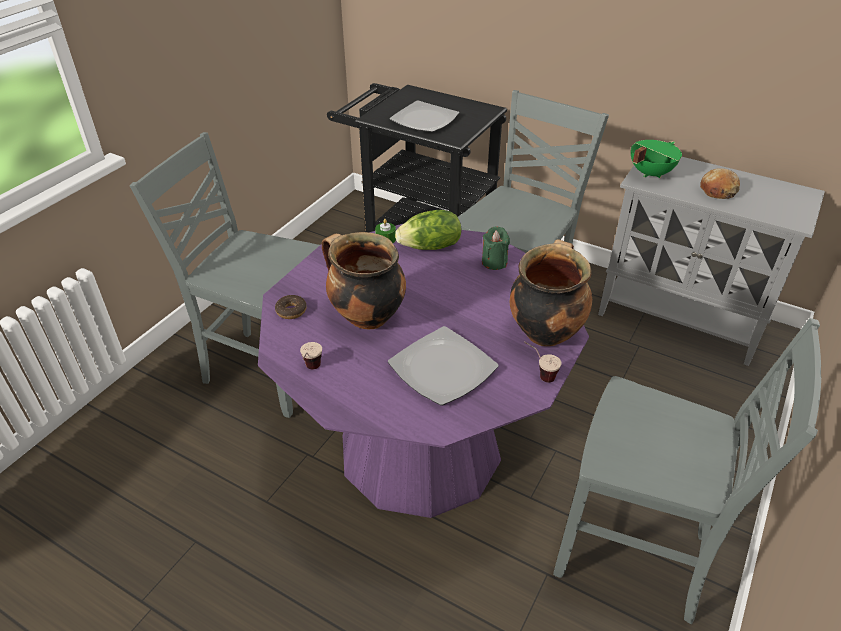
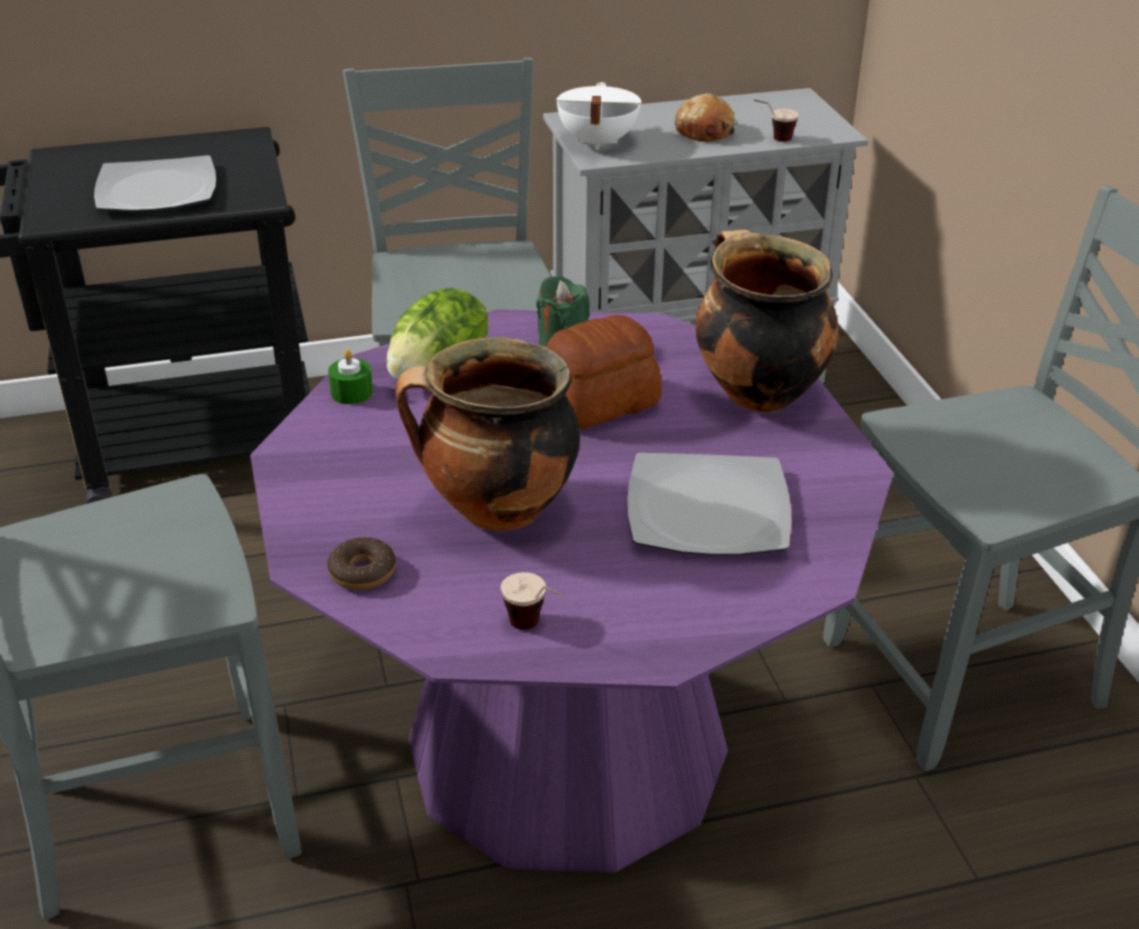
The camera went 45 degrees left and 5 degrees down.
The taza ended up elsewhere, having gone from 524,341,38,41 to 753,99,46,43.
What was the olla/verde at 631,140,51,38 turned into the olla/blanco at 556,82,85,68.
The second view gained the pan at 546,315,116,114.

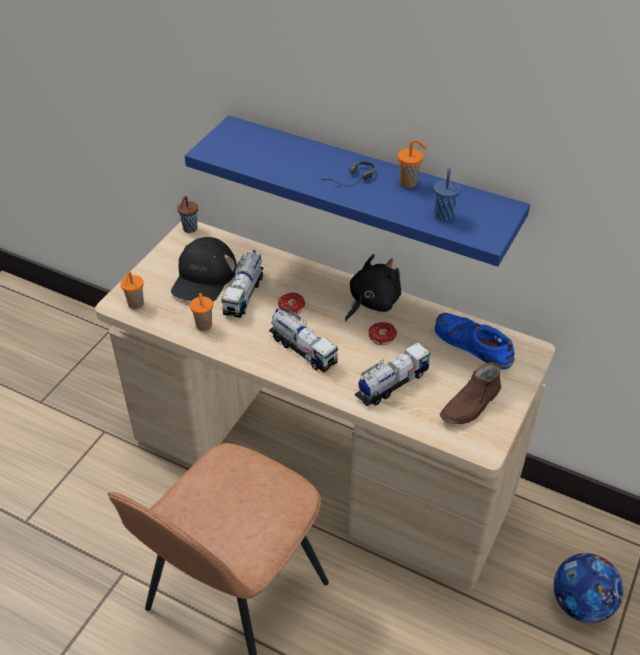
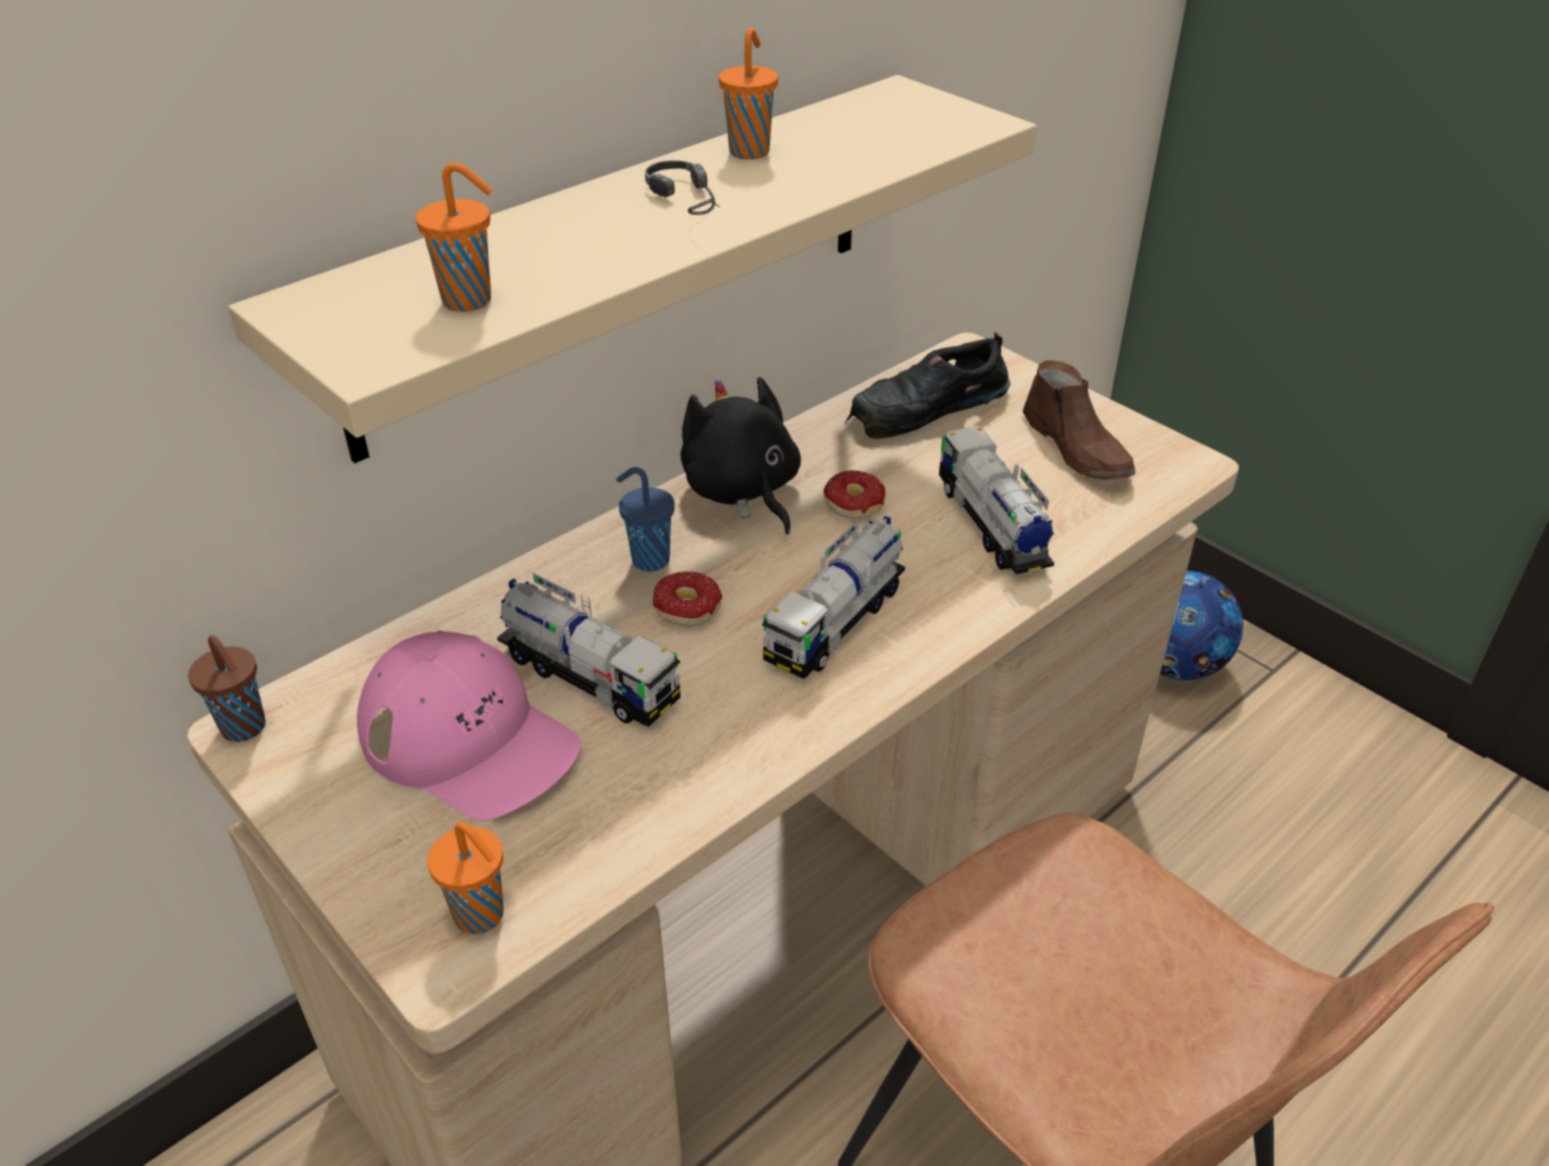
The camera went 70 degrees left and 5 degrees down.
What was the gorra/negro at 171,237,66,64 turned into the gorra/rosa at 357,631,224,189.
What was the estante/azul at 185,115,345,152 turned into the estante/beis at 228,75,809,388.
The taza/naranja ended up elsewhere, having gone from 190,293,23,38 to 416,162,77,150.
The camión de juguete at 269,307,70,65 ended up facing another way, 150 degrees clockwise from before.
The taza/azul ended up elsewhere, having gone from 434,169,26,52 to 617,467,58,105.
What was the zapato/azul at 435,313,80,57 turned into the zapato/negro at 845,332,165,107.

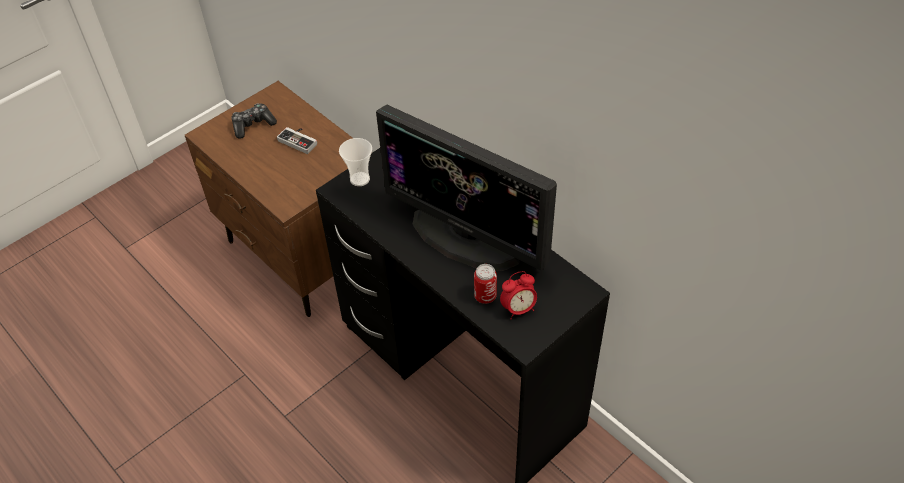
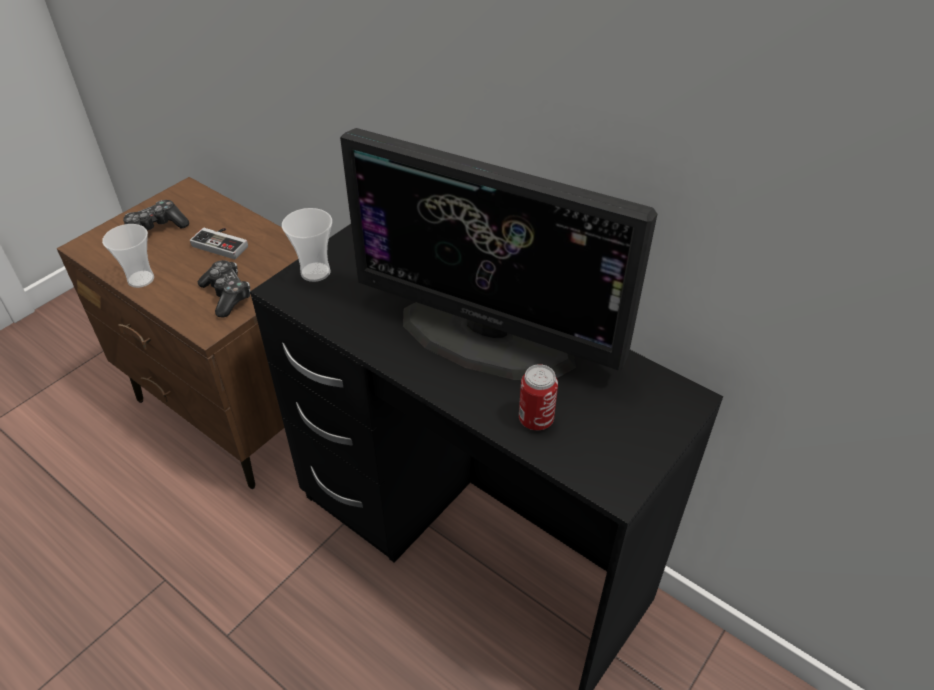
The camera went 10 degrees left and 5 degrees down.
The second view lost the despertador at 500,271,37,48.
The second view gained the taza at 102,224,52,64.
The second view gained the mando de consola at 198,260,52,58.

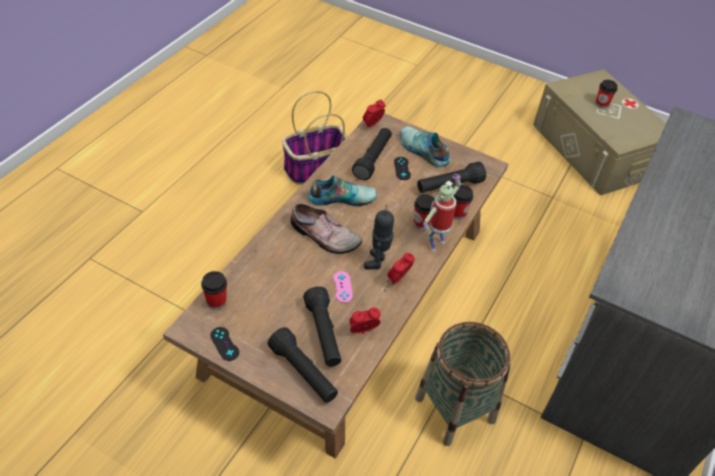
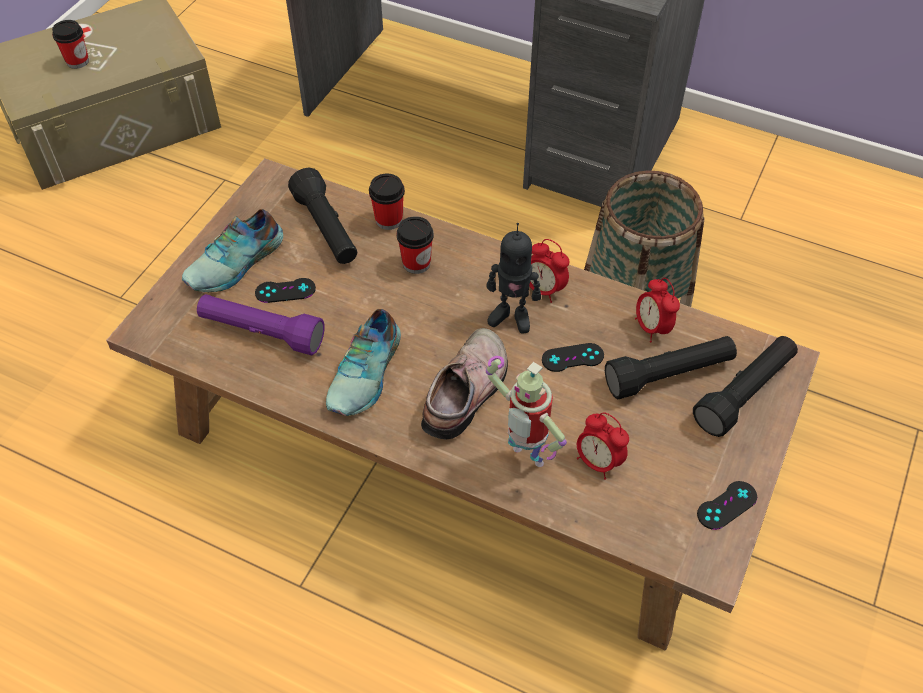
The camera went 90 degrees left and 5 degrees up.
The second view lost the taza at 201,271,26,38.
The second view lost the cesta at 282,91,66,93.
The zapato at 308,176,69,30 ended up facing another way, 150 degrees counterclockwise from before.
What was the mando de consola/rosa at 333,271,20,32 turned into the mando de consola/negro at 542,343,62,29.
What was the linterna/negro at 352,128,40,52 turned into the linterna/morado at 197,294,128,61.
The despertador ended up elsewhere, having gone from 363,100,23,27 to 577,412,52,68.
The robot de juguete ended up elsewhere, having gone from 421,174,40,78 to 486,356,81,111.

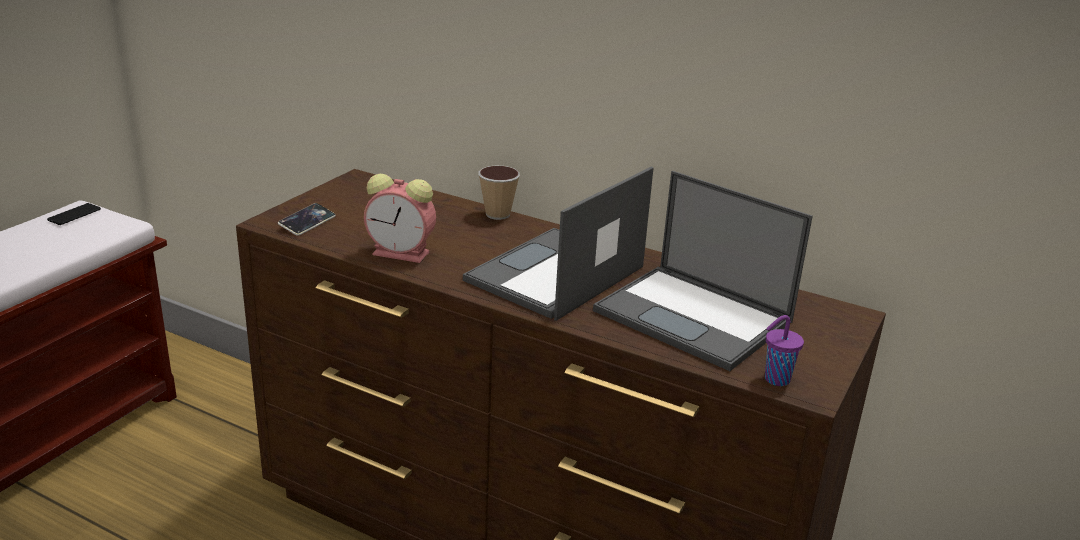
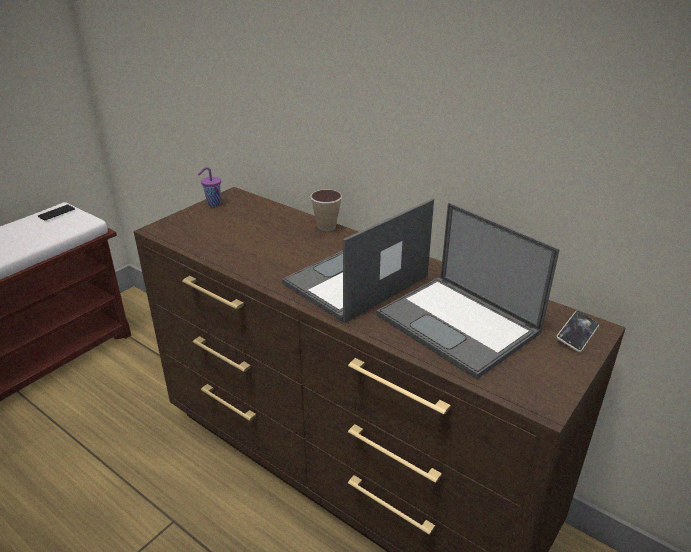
The camera went 10 degrees right and 5 degrees up.
The móvil ended up elsewhere, having gone from 278,203,58,33 to 556,311,43,41.
The second view lost the despertador at 364,174,72,89.
The taza/morado ended up elsewhere, having gone from 765,315,39,71 to 198,167,23,40.

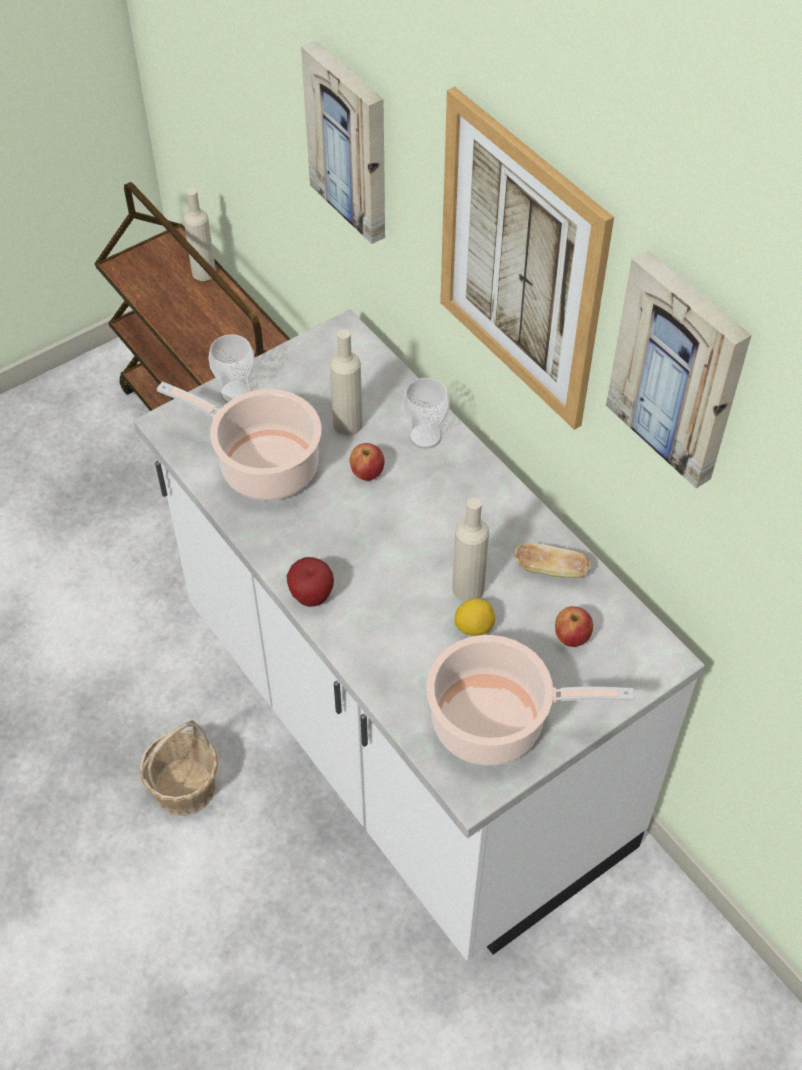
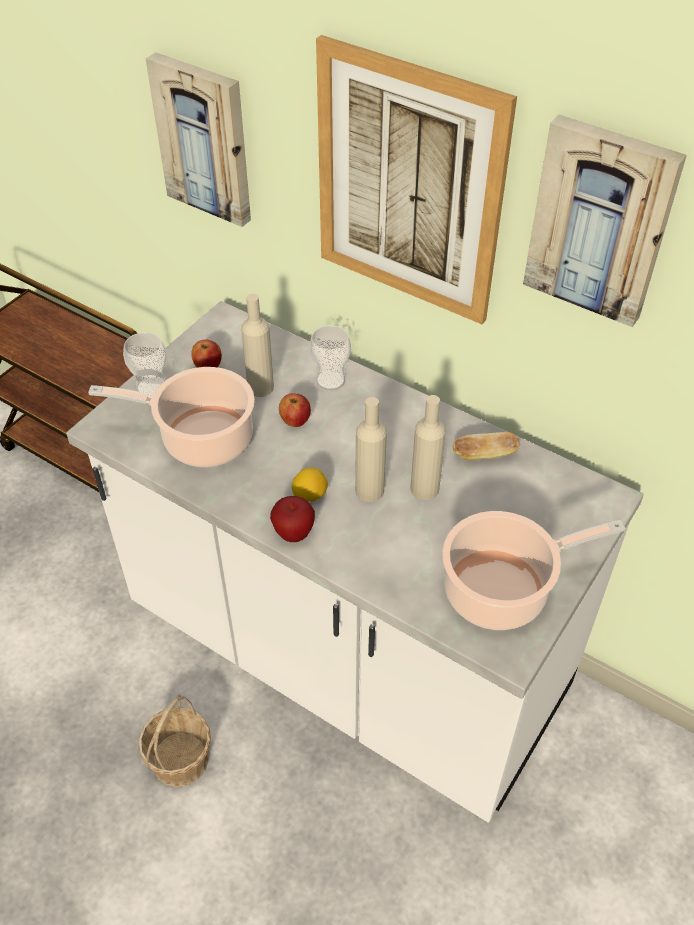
The camera went 20 degrees left and 5 degrees down.
The botella/beis ended up elsewhere, having gone from 183,188,33,93 to 355,397,32,105.
The limón ended up elsewhere, having gone from 454,598,41,38 to 292,467,36,35.
The manzana ended up elsewhere, having gone from 555,606,38,41 to 191,340,31,28.

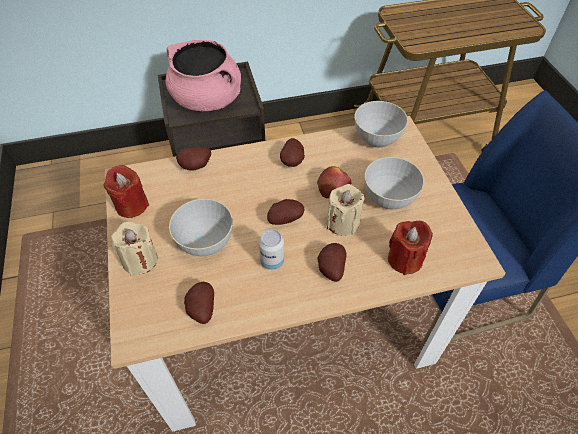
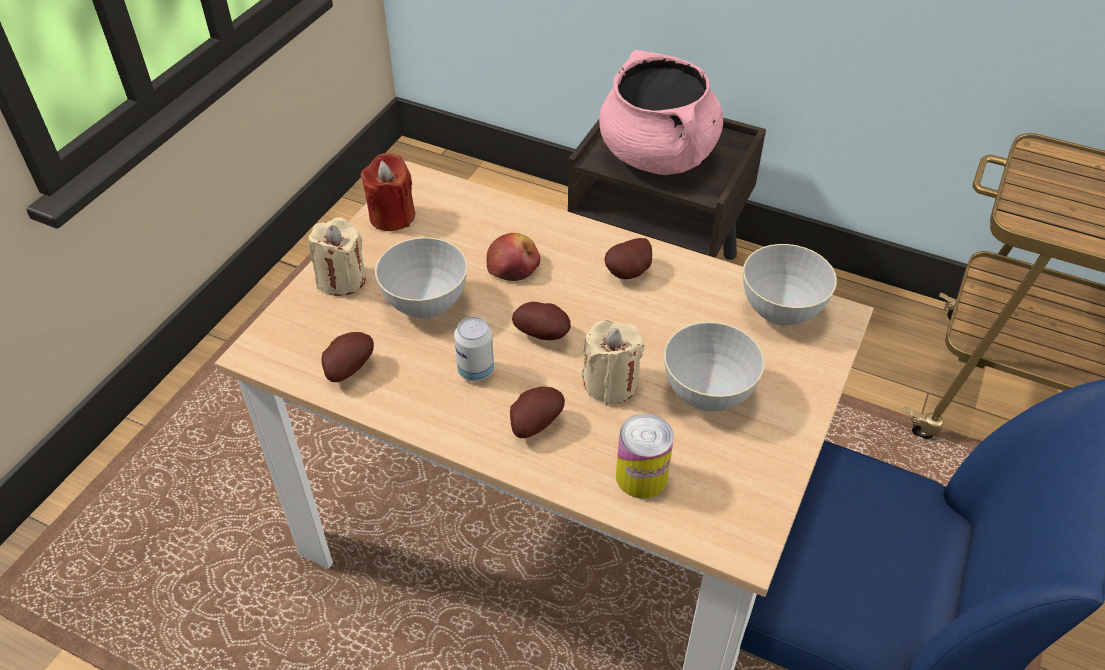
The camera went 40 degrees right and 5 degrees down.
The second view lost the patata at 176,147,35,24.
The manzana ended up elsewhere, having gone from 317,166,34,32 to 486,233,54,48.
Where the vela/rojo stood at 388,221,45,54, the lata came to stand at 616,413,58,86.

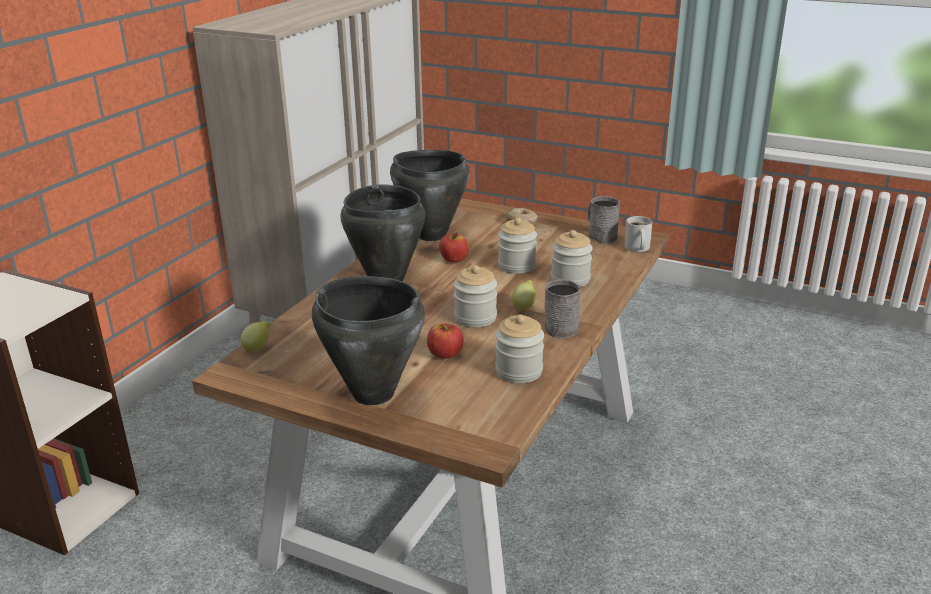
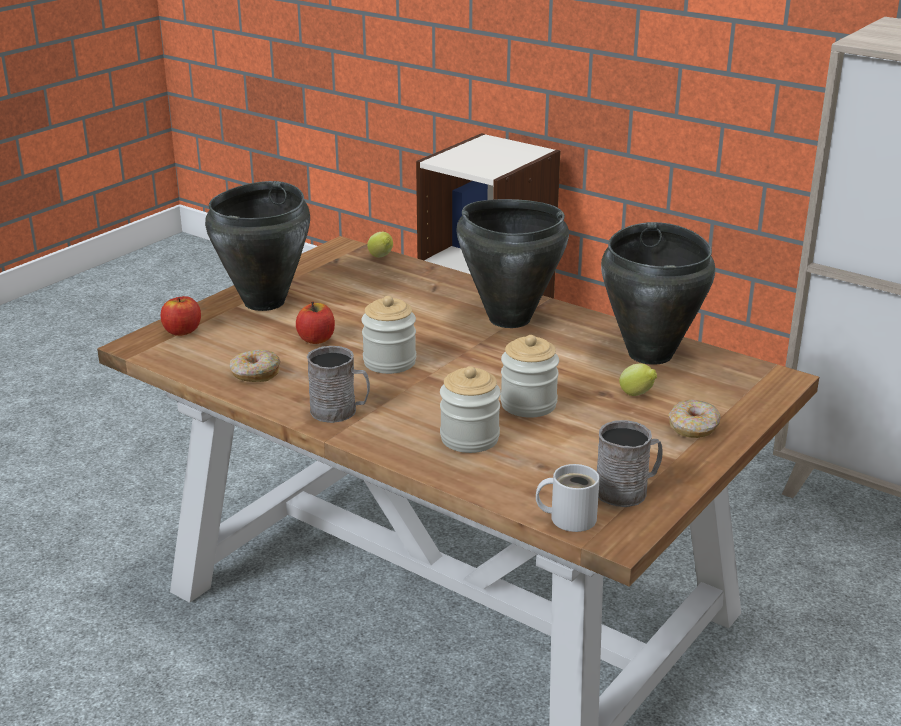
The camera went 100 degrees right and 0 degrees up.
The manzana ended up elsewhere, having gone from 439,232,30,30 to 161,296,40,40.
Where the tarro stood at 495,314,49,69, the rosquilla came to stand at 230,350,51,32.
The limón ended up elsewhere, having gone from 512,280,24,31 to 619,363,38,33.

